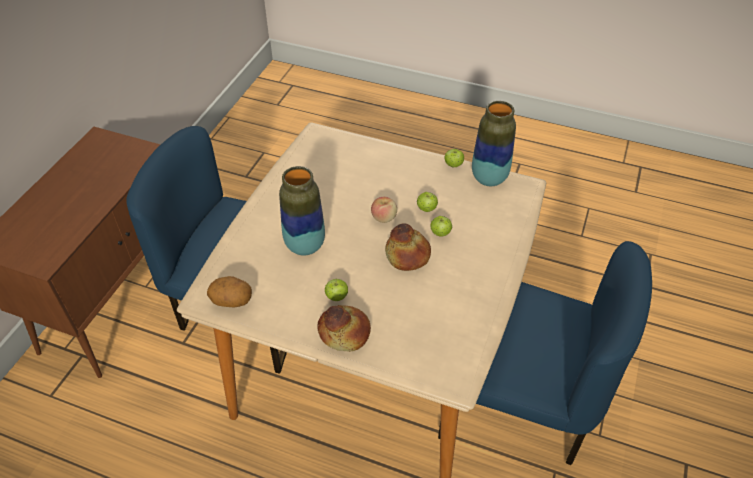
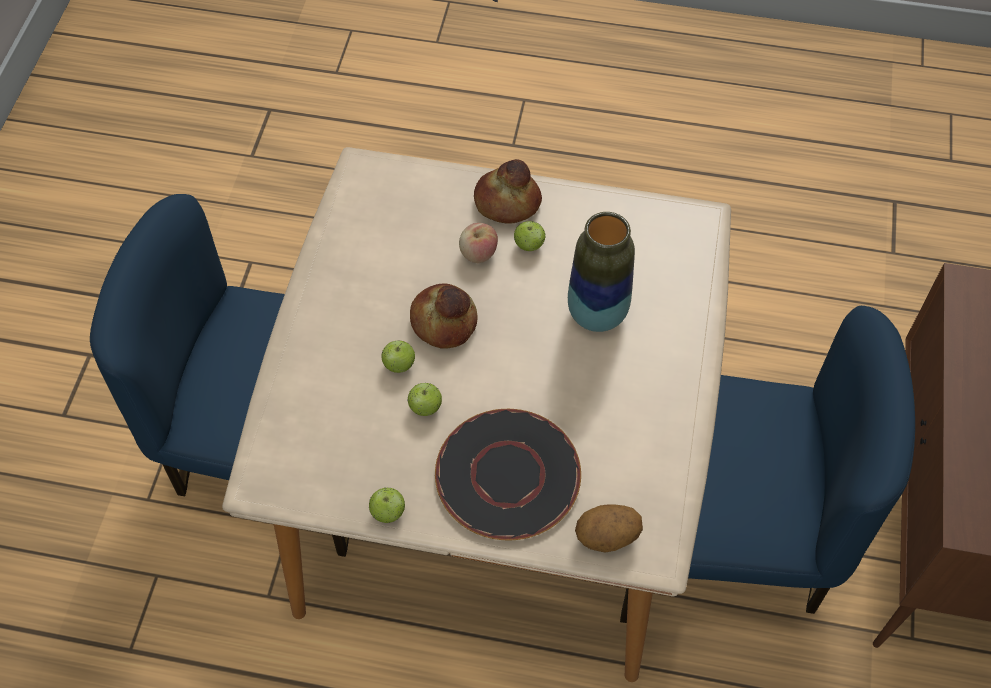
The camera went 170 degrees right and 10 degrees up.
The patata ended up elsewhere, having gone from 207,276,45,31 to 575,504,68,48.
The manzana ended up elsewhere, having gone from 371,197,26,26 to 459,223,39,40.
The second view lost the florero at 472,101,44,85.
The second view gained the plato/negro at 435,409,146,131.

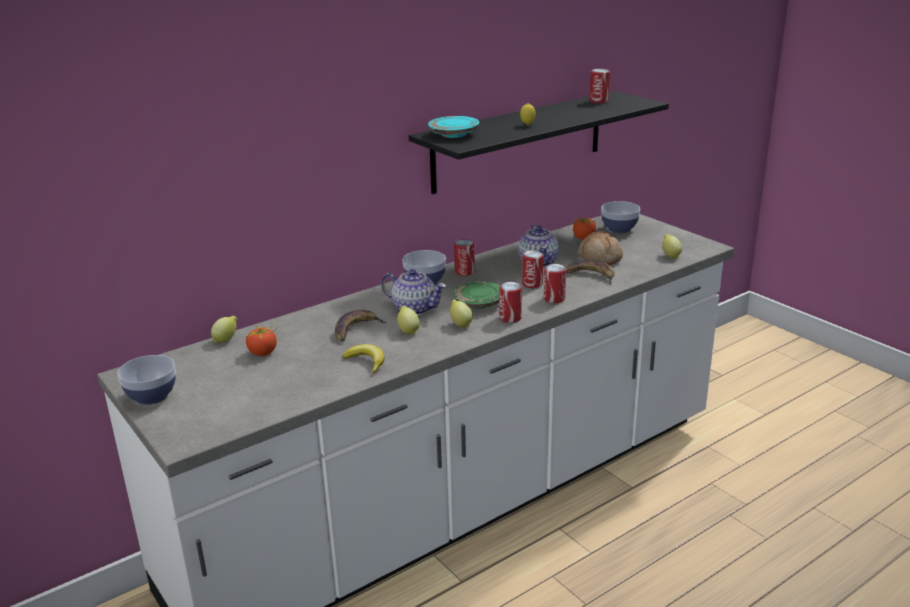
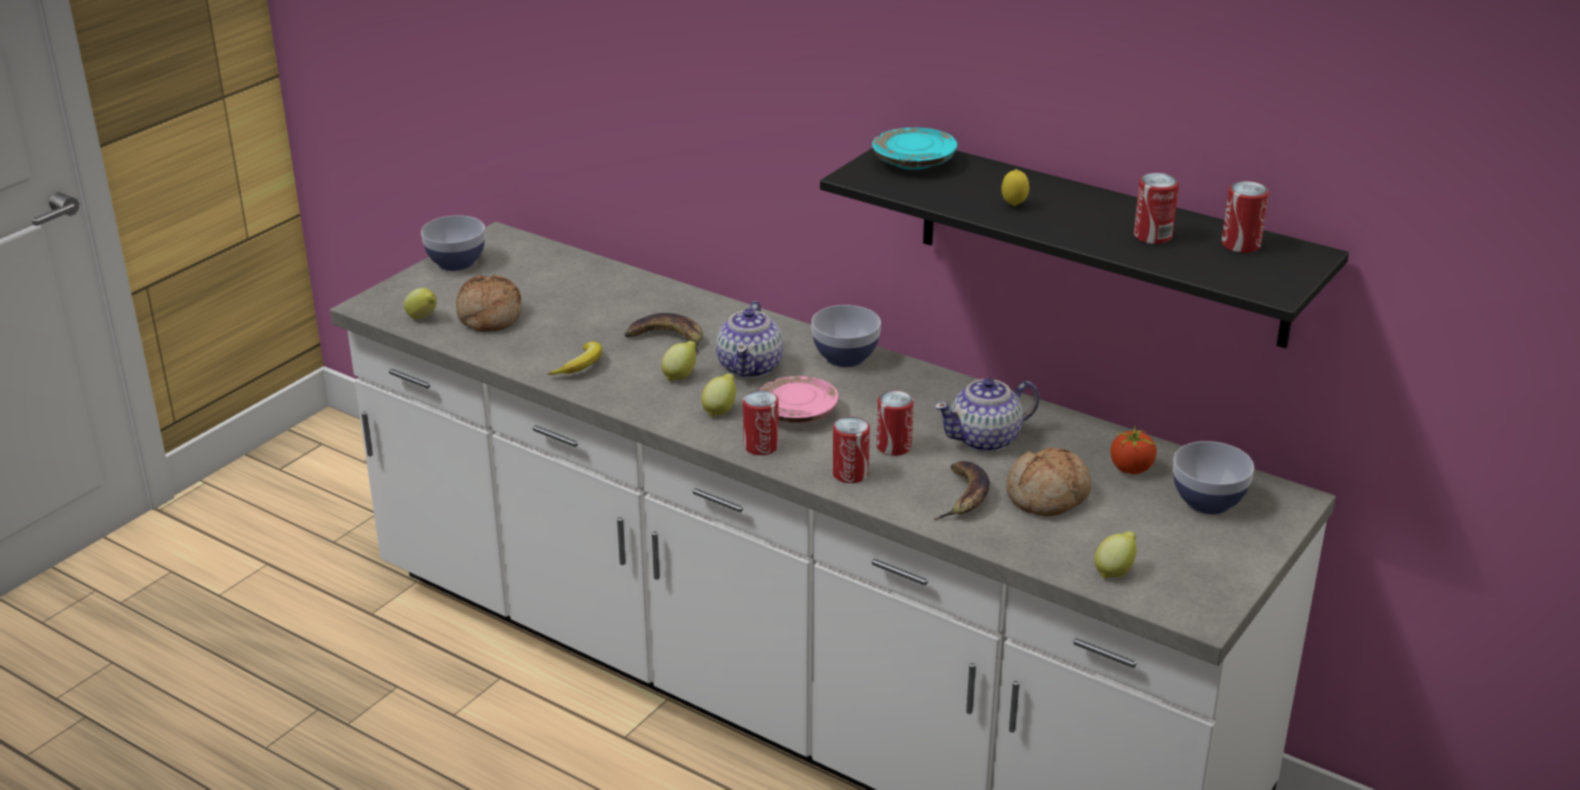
The camera went 70 degrees right and 5 degrees up.
The limón ended up elsewhere, having gone from 211,316,27,27 to 404,288,33,32.
The second view lost the tomate at 246,323,31,33.
What was the plato/verde at 453,281,46,28 turned into the plato/rosa at 759,376,79,47.
The lata ended up elsewhere, having gone from 454,239,21,37 to 1134,173,45,71.
The second view gained the pan at 456,275,65,57.

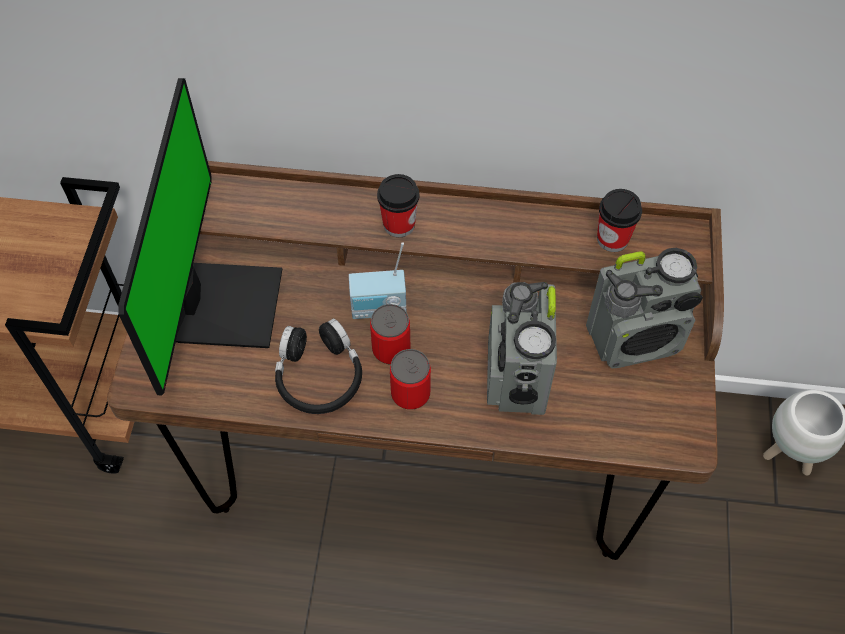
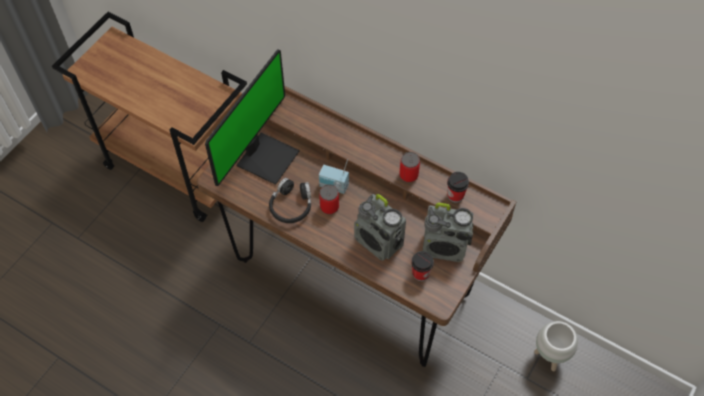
The camera went 25 degrees right and 0 degrees up.
The taza ended up elsewhere, having gone from 377,174,42,63 to 411,251,23,30.
The lata ended up elsewhere, having gone from 390,349,41,61 to 399,152,21,30.
The radio at 487,282,70,133 ended up facing another way, 75 degrees counterclockwise from before.

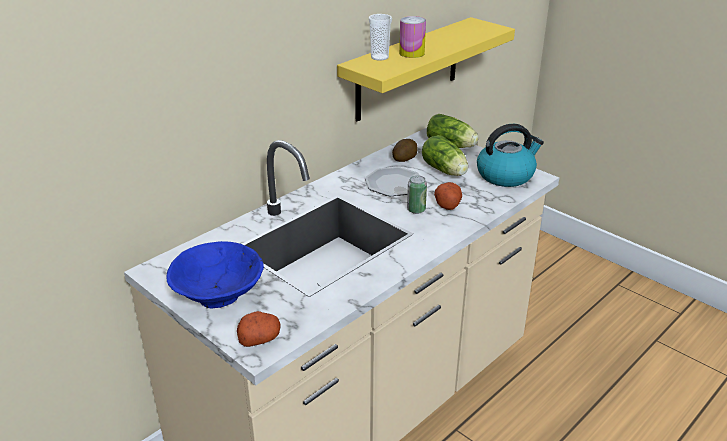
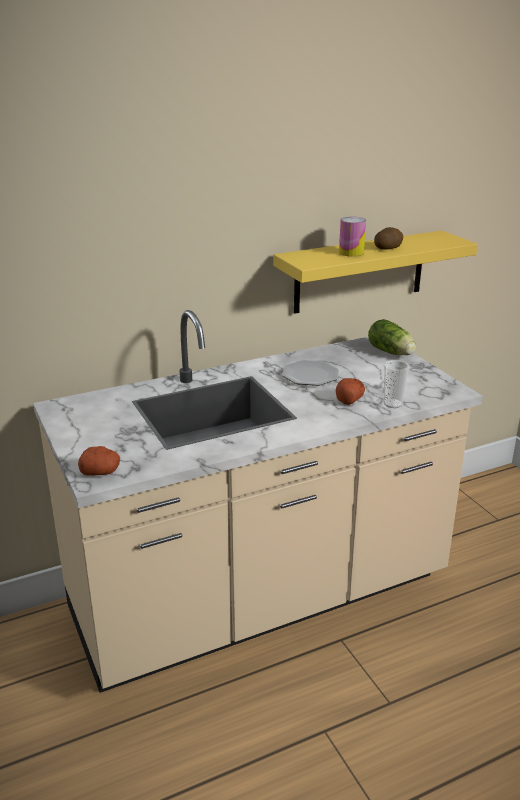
The camera went 20 degrees right and 5 degrees down.
The second view lost the cuenco/azul at 166,241,98,68.
The taza ended up elsewhere, having gone from 368,14,24,47 to 384,360,25,48.
The patata ended up elsewhere, having gone from 392,139,25,23 to 374,227,29,23.
The second view lost the lata at 407,175,20,39.
The second view lost the lechuga at 422,135,46,41.
The second view lost the hervidor at 477,124,67,63.

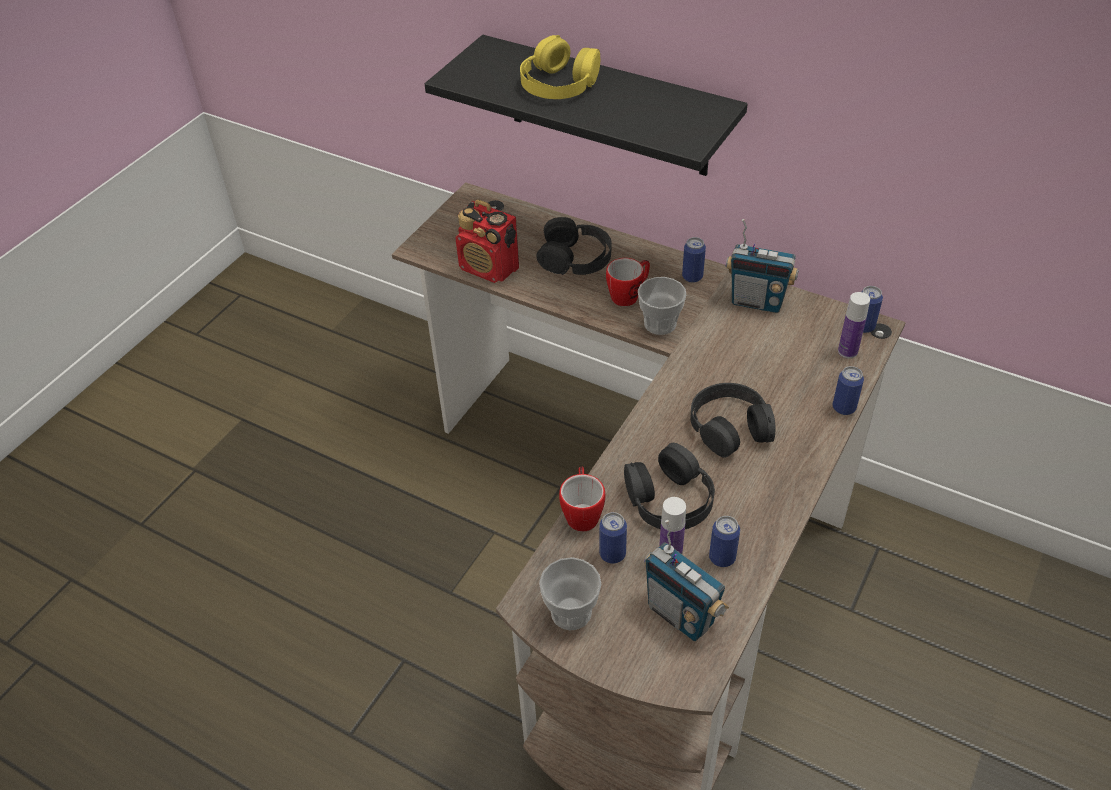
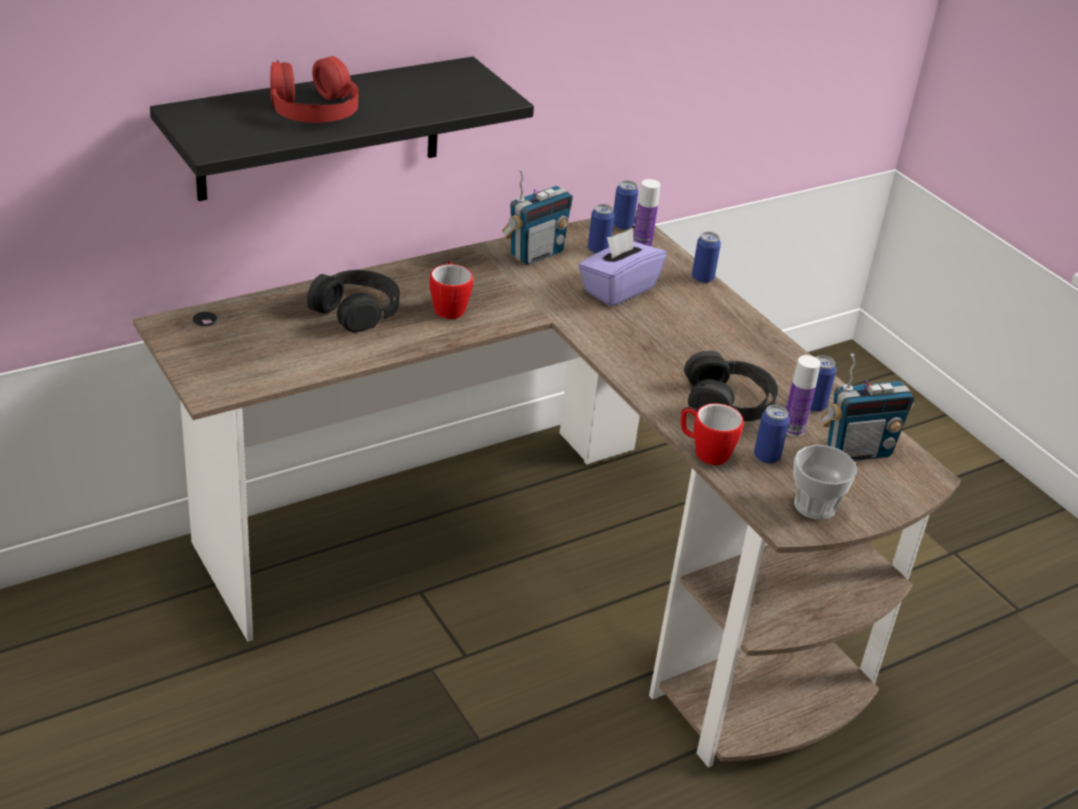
The camera went 65 degrees left and 10 degrees down.
The second view lost the radio at 456,200,63,83.
What was the auriculares/amarillo at 520,35,80,64 turned into the auriculares/rojo at 270,56,89,67.
The second view lost the taza at 638,277,48,58.
The lata ended up elsewhere, having gone from 682,237,24,46 to 588,204,26,50.
The second view lost the auriculares/negro at 691,383,85,75.
The second view gained the caja de pañuelos/morado at 579,228,88,78.

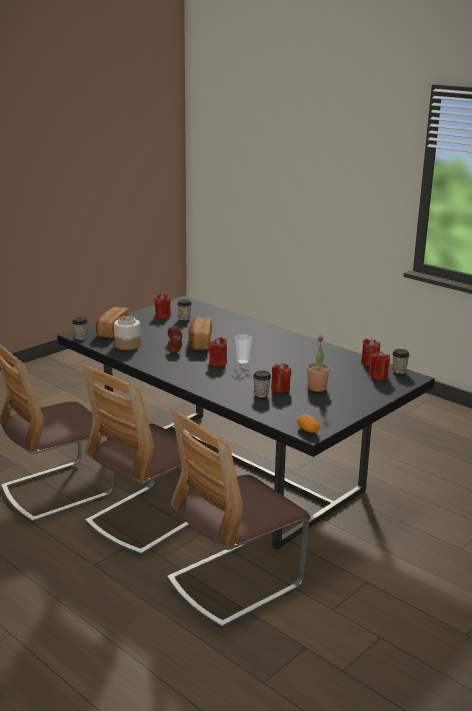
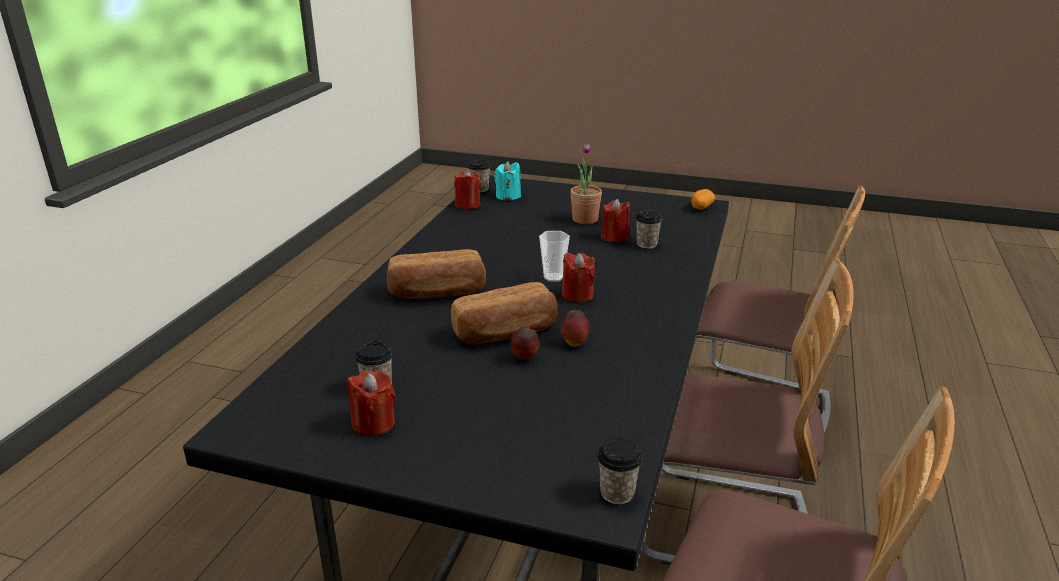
The camera went 115 degrees left and 5 degrees up.
The pan ended up elsewhere, having gone from 96,307,33,31 to 387,249,99,50.
The second view lost the tarro at 114,316,27,34.
What was the vela/rojo at 370,351,20,29 turned into the vela/turquesa at 494,161,27,39.

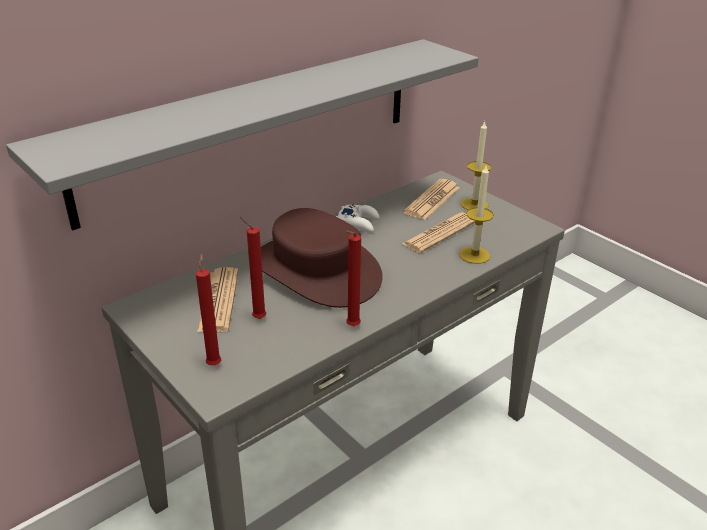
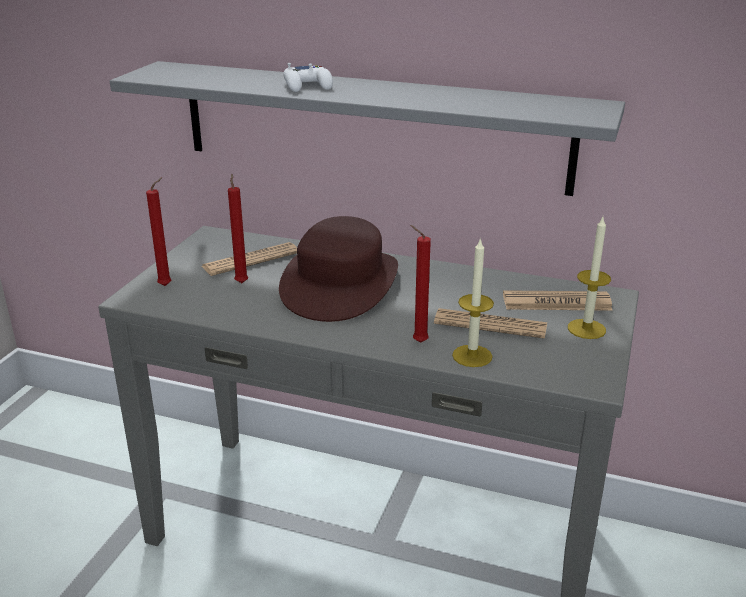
The camera went 60 degrees right and 5 degrees down.
The mando de consola/blanco ended up elsewhere, having gone from 337,204,42,29 to 283,63,50,29.
The vela/rojo ended up elsewhere, having gone from 346,231,15,95 to 410,225,21,118.

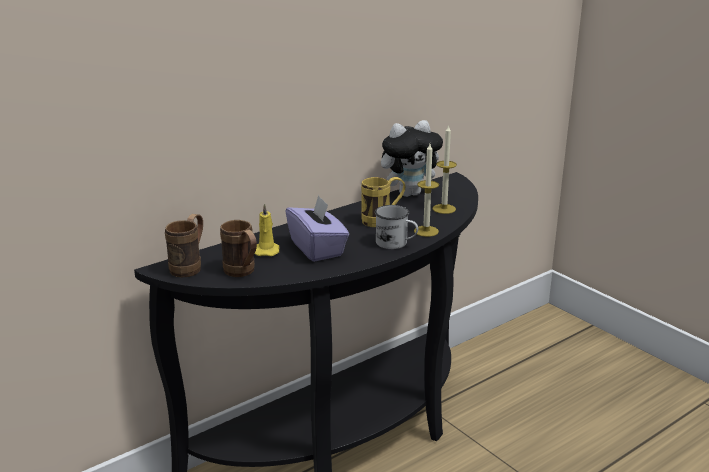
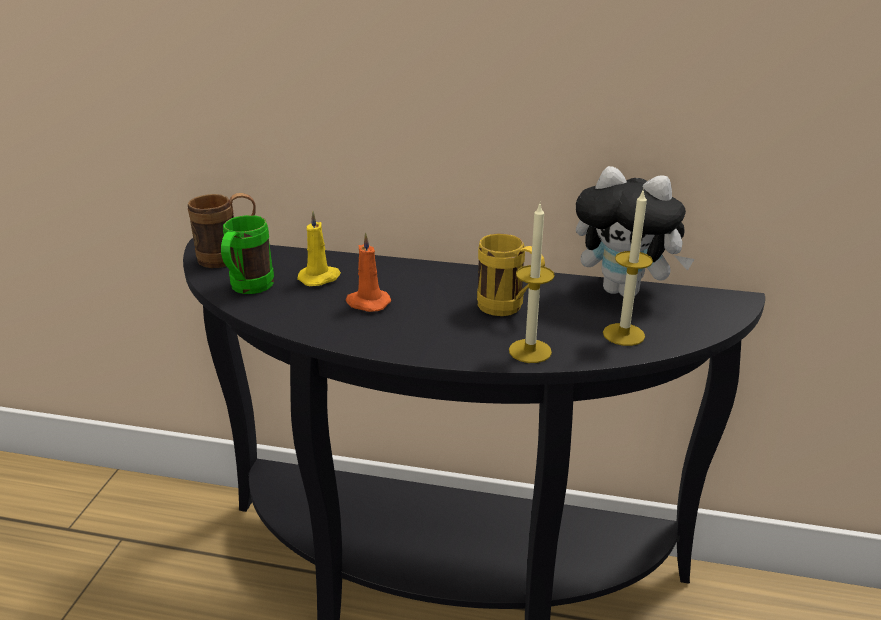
The camera went 50 degrees right and 5 degrees up.
What was the taza grande/marrón at 220,220,37,57 turned into the taza grande/verde at 221,215,53,79.
Where the caja de pañuelos/morado stood at 286,195,63,67, the vela/naranja came to stand at 346,232,45,80.
The second view lost the taza grande/blanco at 375,205,43,44.

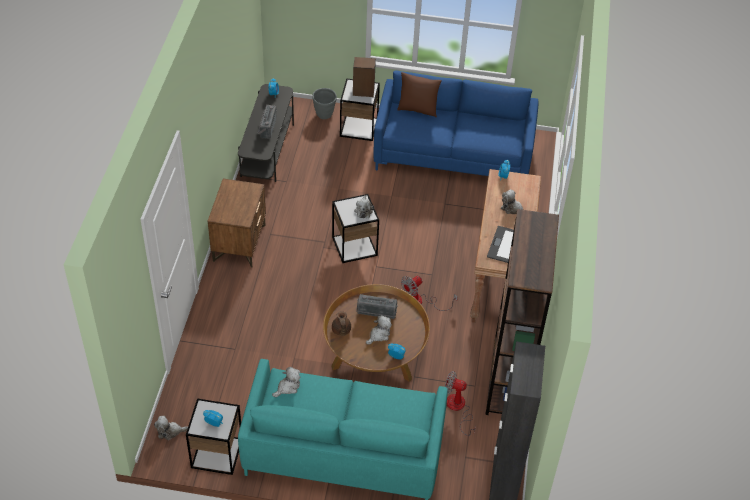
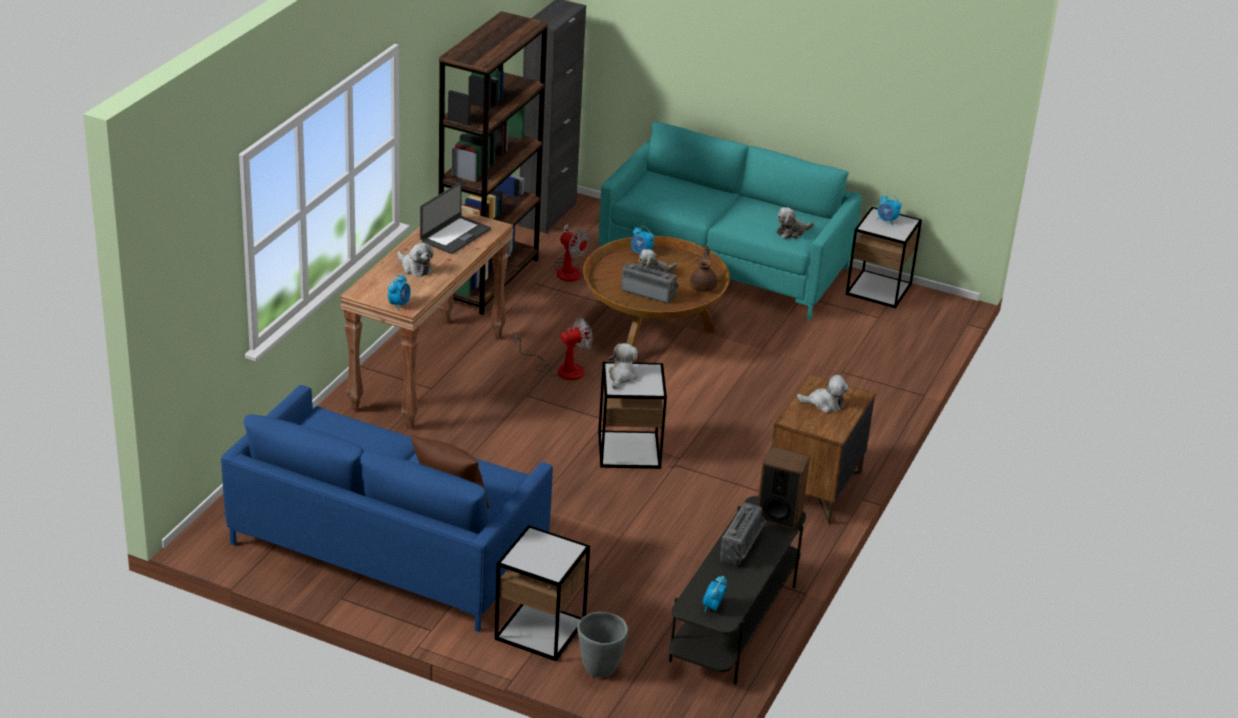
The camera went 165 degrees left and 15 degrees down.
The peluche ended up elsewhere, having gone from 154,416,34,24 to 797,375,52,38.
The altavoz ended up elsewhere, having gone from 353,57,23,40 to 758,446,52,84.

